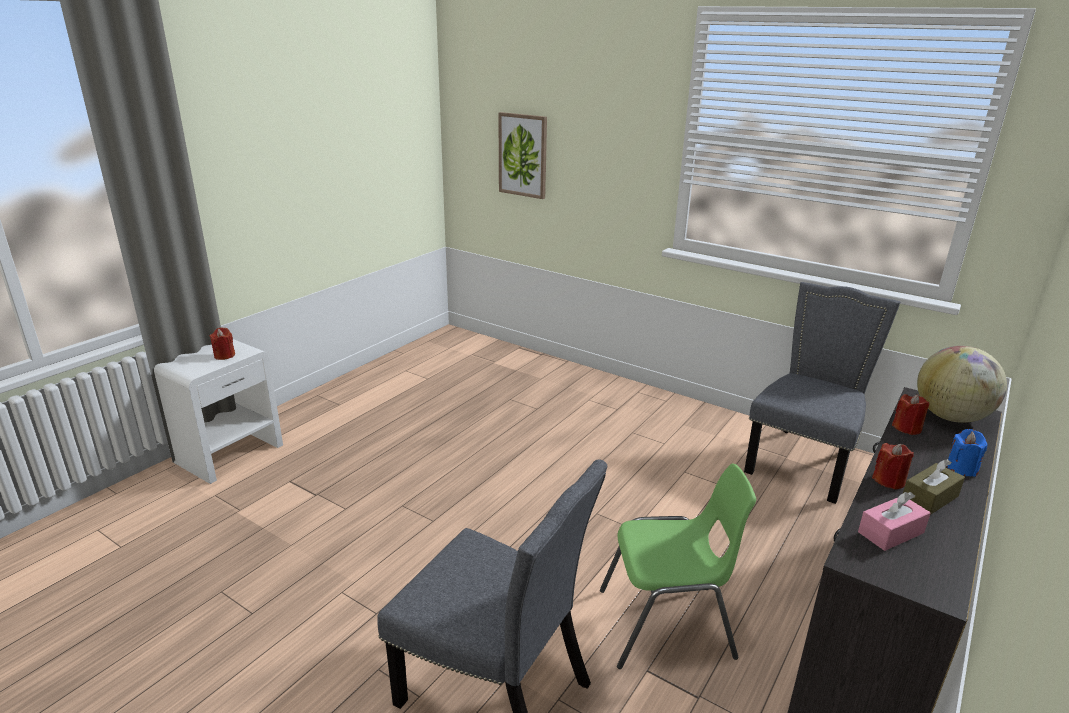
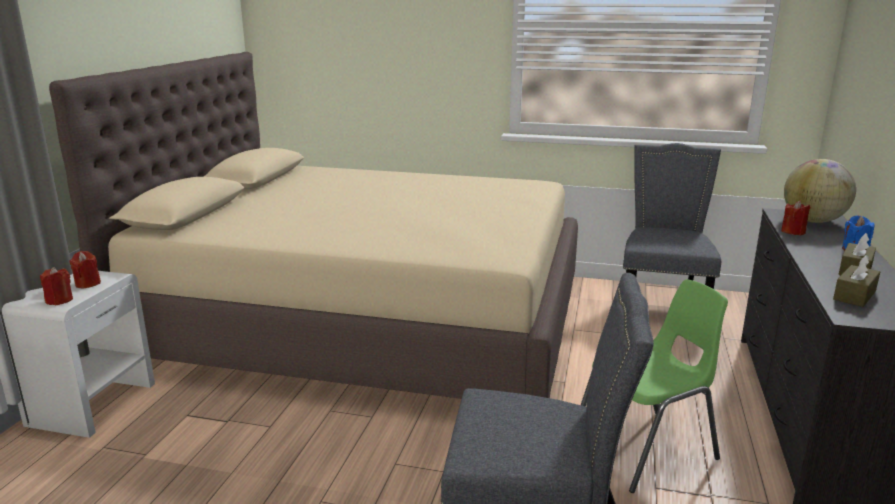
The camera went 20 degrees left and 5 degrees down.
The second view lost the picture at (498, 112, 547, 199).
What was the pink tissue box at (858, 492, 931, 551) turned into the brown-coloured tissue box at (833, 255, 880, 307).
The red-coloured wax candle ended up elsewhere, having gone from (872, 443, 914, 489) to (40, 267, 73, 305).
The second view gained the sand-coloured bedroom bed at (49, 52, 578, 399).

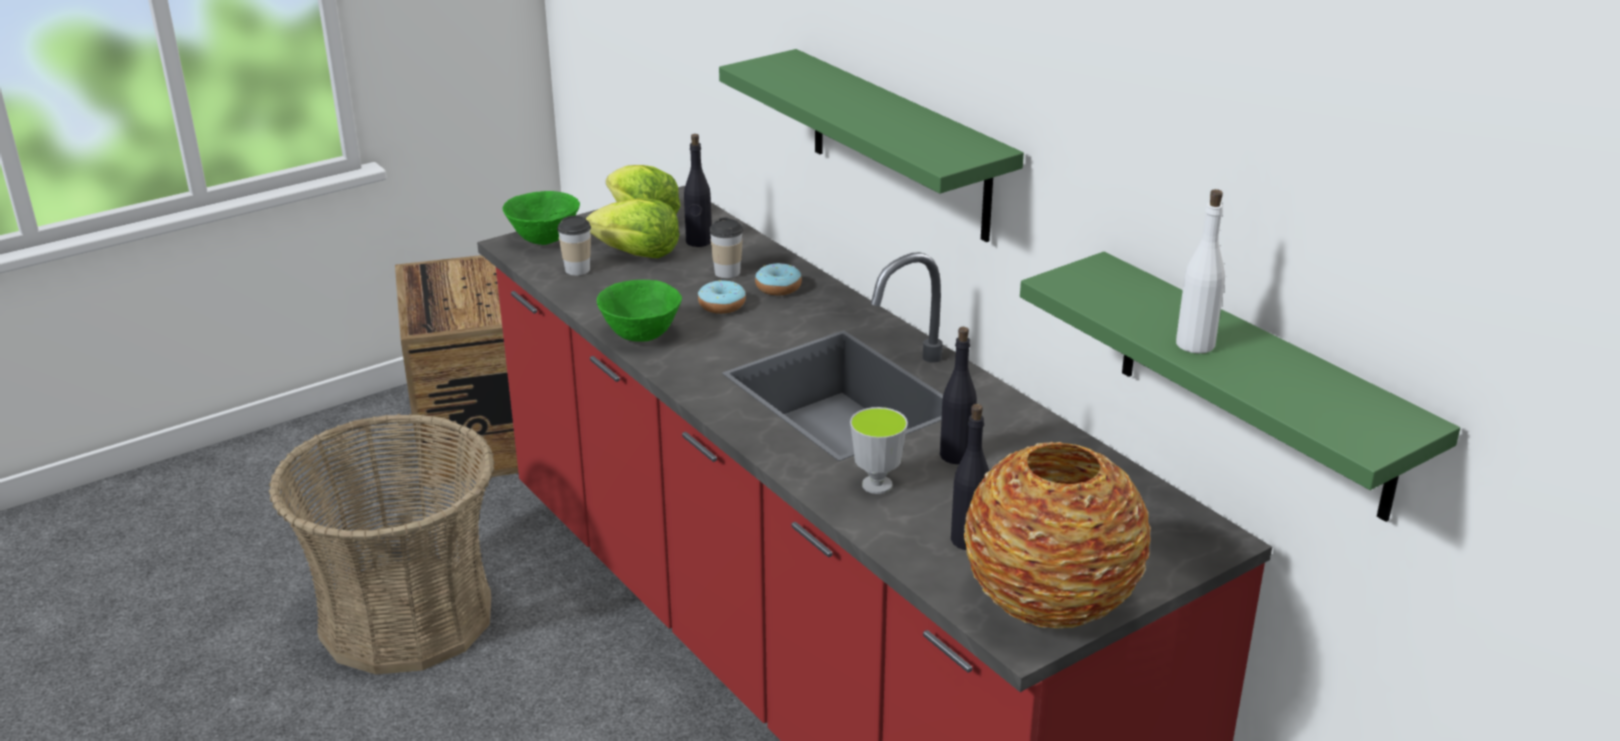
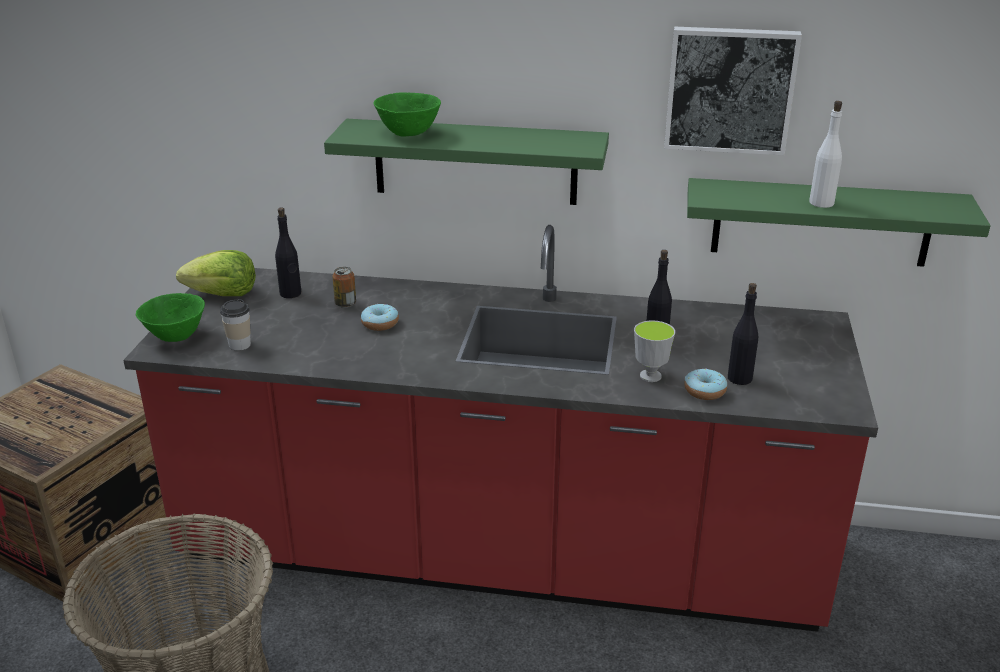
The camera went 45 degrees left and 0 degrees up.
The second view lost the head of lettuce at (586, 198, 679, 258).
The green-coloured bowl ended up elsewhere, having gone from (597, 280, 682, 342) to (373, 92, 441, 137).
Where the small cup stood at (709, 217, 743, 278), the sealed can came to stand at (332, 267, 356, 308).
The donut ended up elsewhere, having gone from (755, 263, 802, 296) to (684, 368, 727, 400).
The second view lost the flower vase at (964, 442, 1151, 628).
The second view gained the picture at (664, 27, 802, 155).

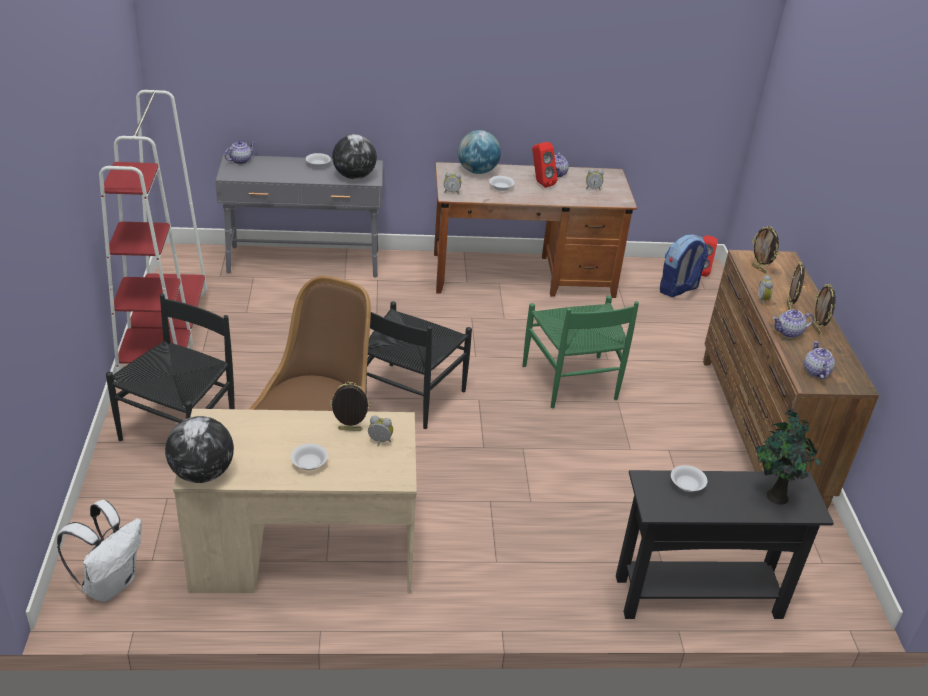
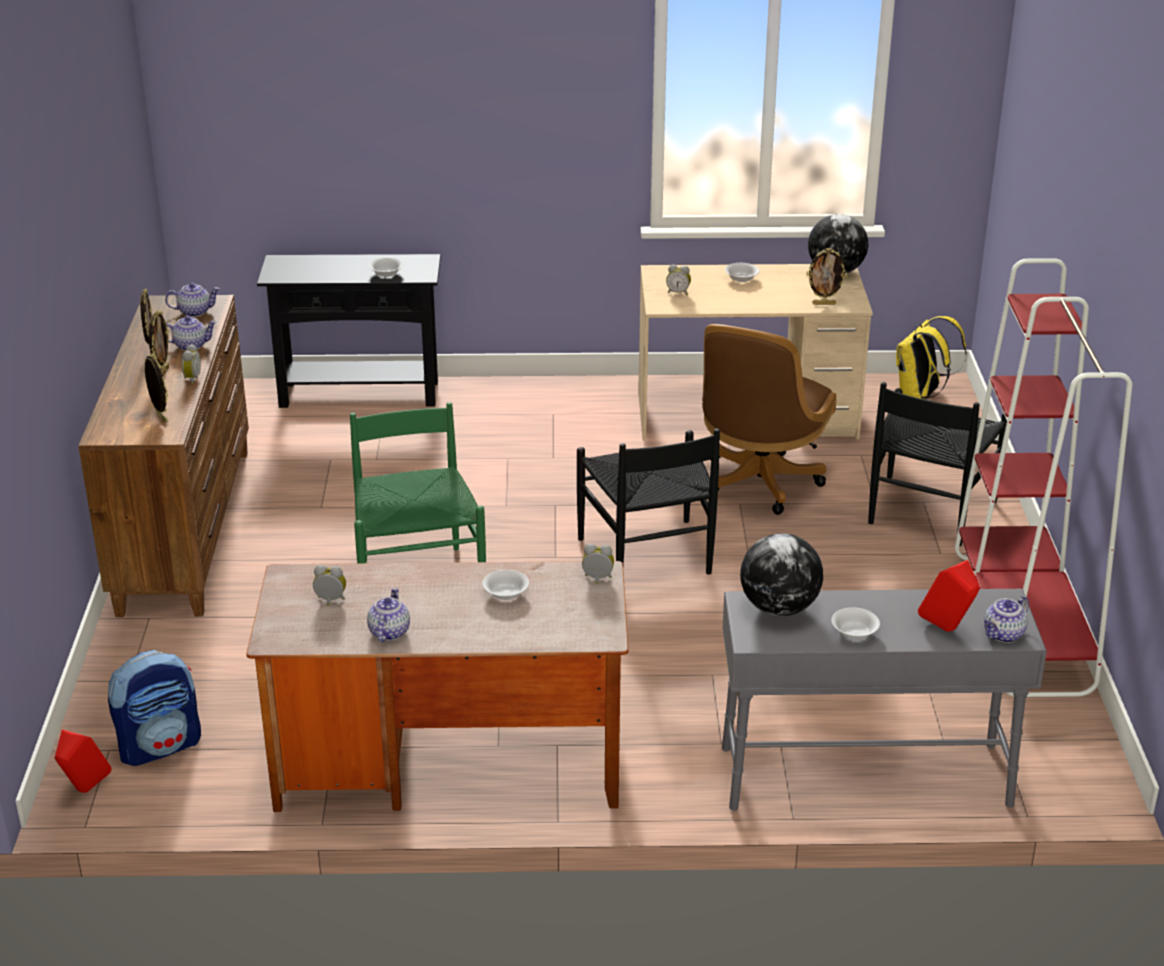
The camera went 175 degrees left and 5 degrees down.
What was the whitish backpack at (57, 500, 142, 602) turned into the yellowish backpack at (896, 316, 967, 400).
The picture frame ended up elsewhere, having gone from (330, 382, 371, 431) to (806, 248, 847, 305).
The blackish chair at (366, 301, 472, 429) ended up facing another way, 135 degrees clockwise from before.
The second view lost the desk globe at (458, 130, 501, 174).
The red-coloured speaker ended up elsewhere, having gone from (532, 142, 558, 188) to (918, 560, 980, 632).
The second view lost the plant in a pot at (756, 409, 823, 505).
The tea pot at (804, 341, 835, 379) ended up facing another way, 105 degrees counterclockwise from before.

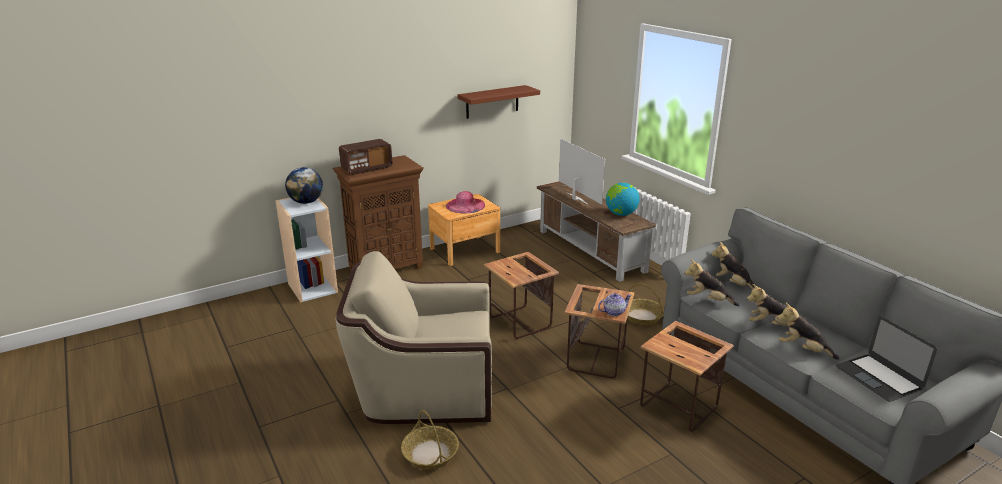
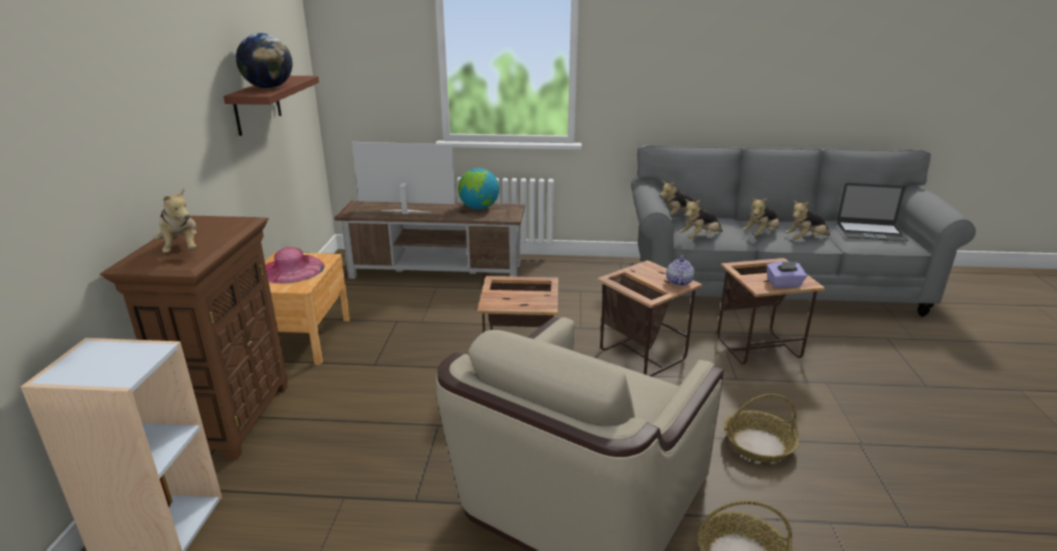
The camera went 55 degrees left and 0 degrees up.
The desk globe ended up elsewhere, having gone from (285, 167, 323, 204) to (236, 33, 293, 88).
Where the radio receiver stood at (339, 139, 392, 175), the soft toy came to stand at (153, 188, 197, 253).
The basket ended up elsewhere, having gone from (628, 284, 664, 325) to (724, 394, 799, 463).
The second view gained the purplish tissue box at (766, 262, 807, 288).

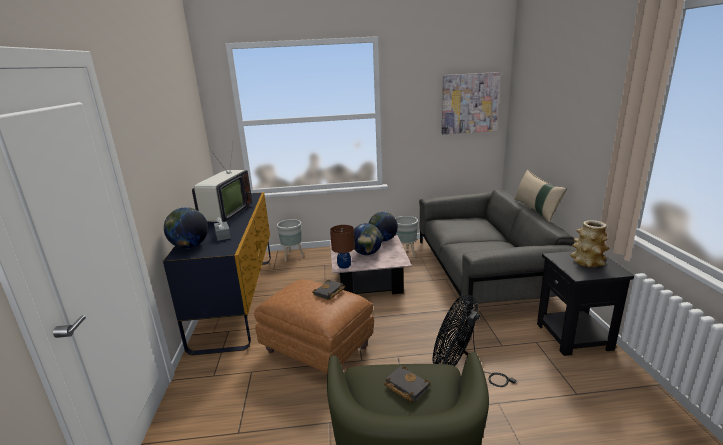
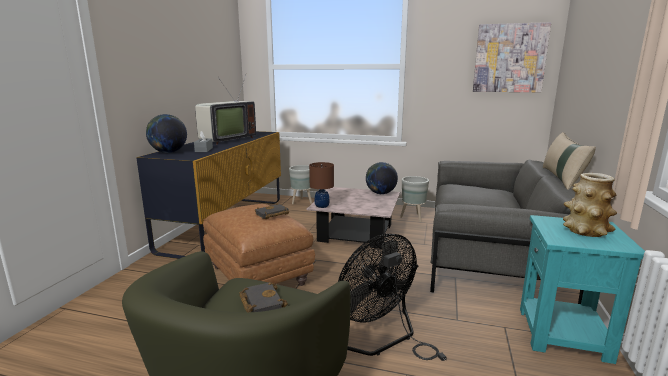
The camera went 20 degrees right and 5 degrees down.
The second view lost the desk globe at (354, 223, 382, 255).
What was the blackish end table at (537, 251, 634, 356) turned into the turquoise end table at (520, 215, 645, 364).

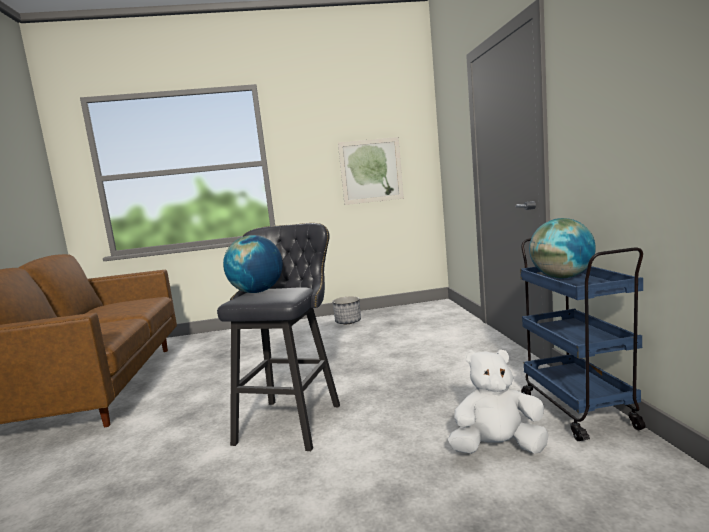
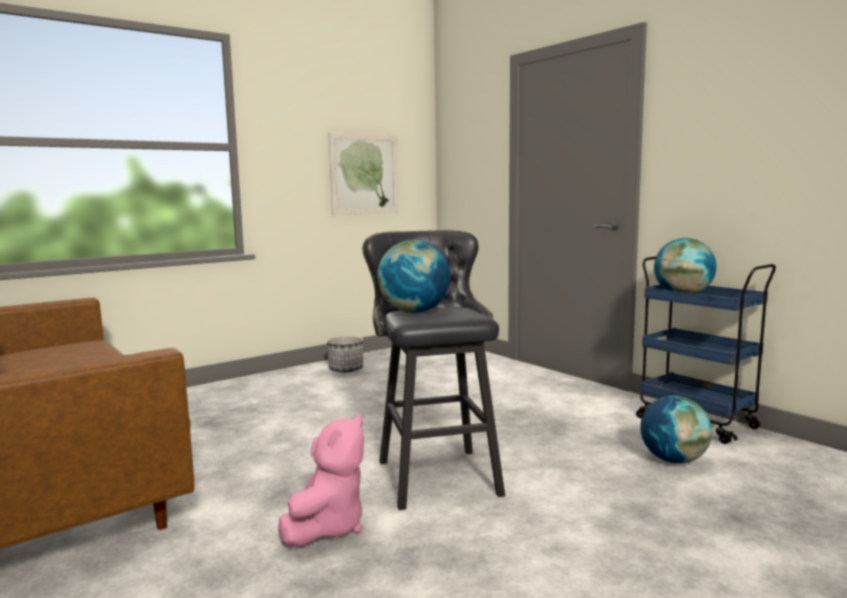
The camera went 30 degrees left and 0 degrees up.
Where the whitish soft toy stood at (448, 349, 549, 454), the desk globe came to stand at (640, 395, 712, 463).
The second view gained the pink soft toy at (278, 414, 364, 547).

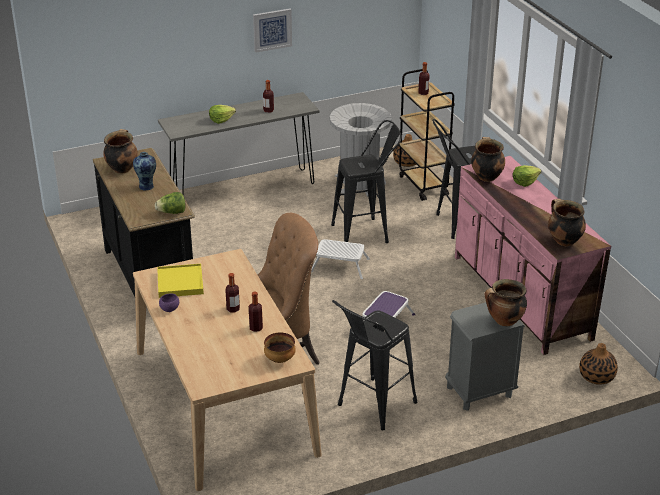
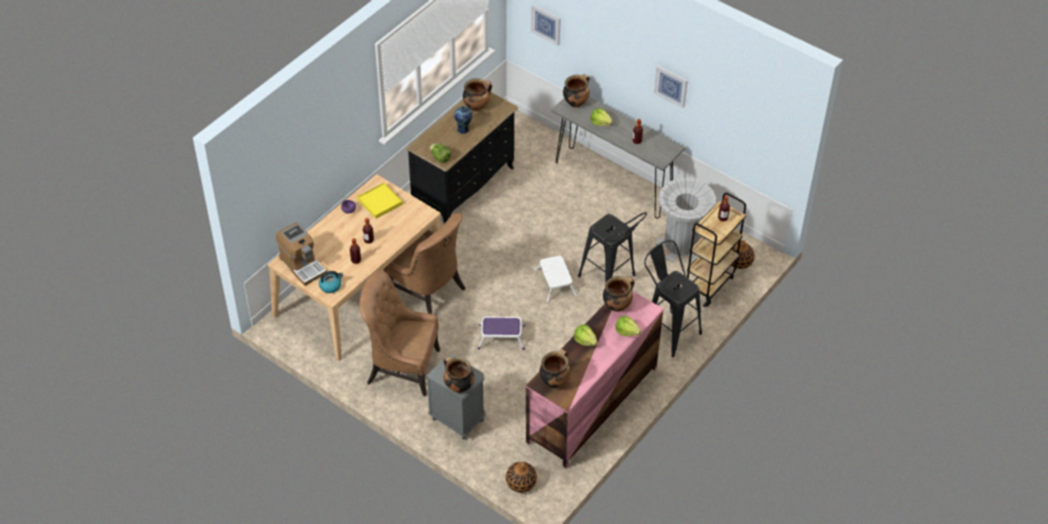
The camera went 60 degrees right and 15 degrees up.
Where the bowl stood at (264, 332, 296, 363), the tea kettle came to stand at (319, 271, 343, 293).
Where the blackish stool stood at (332, 300, 417, 430), the brown-coloured chair came to stand at (359, 270, 440, 396).
The second view gained the coffee brewer at (276, 222, 327, 286).
The second view gained the picture at (531, 4, 561, 46).
The second view gained the saucepot at (563, 74, 590, 108).
The second view gained the head of lettuce at (574, 325, 598, 346).

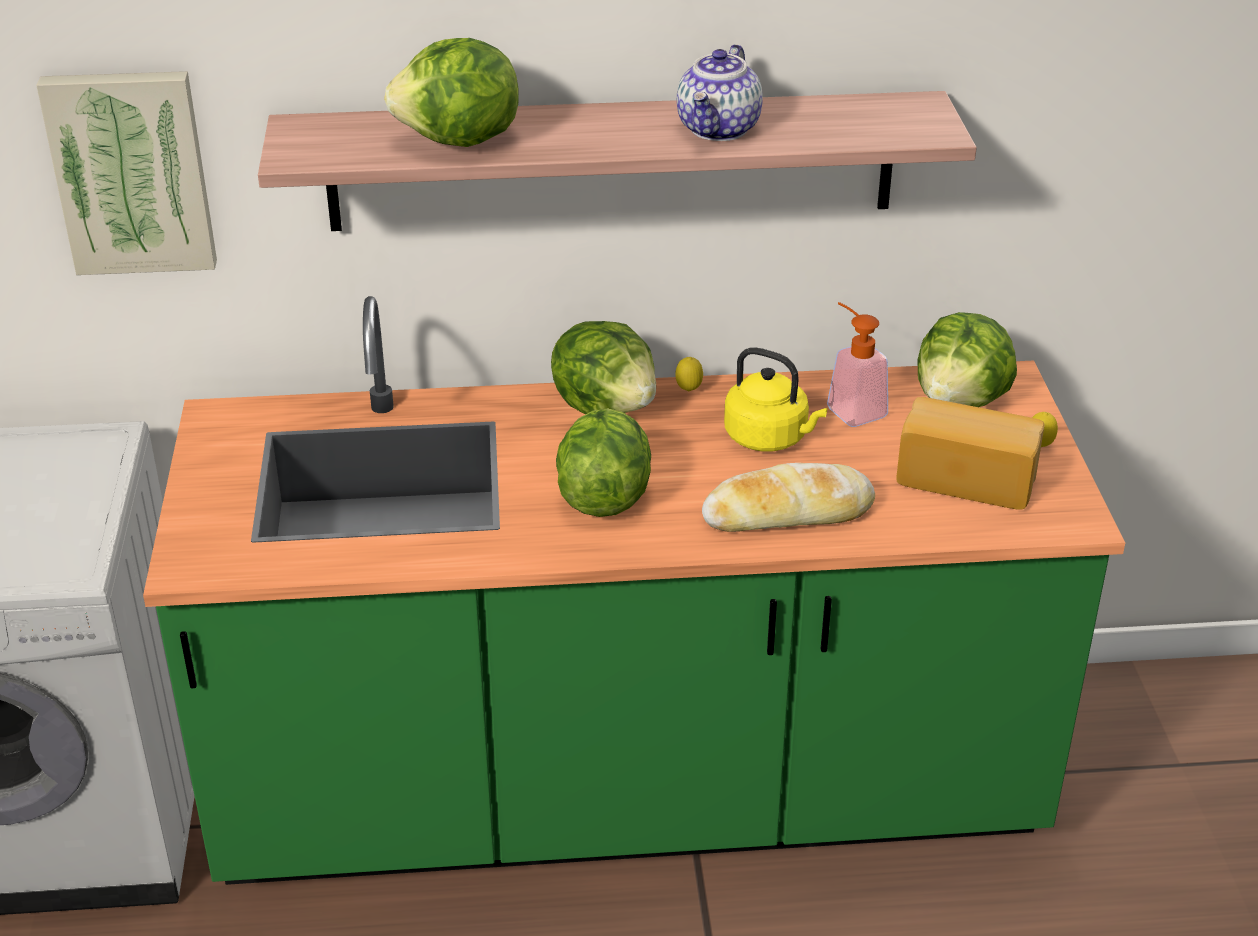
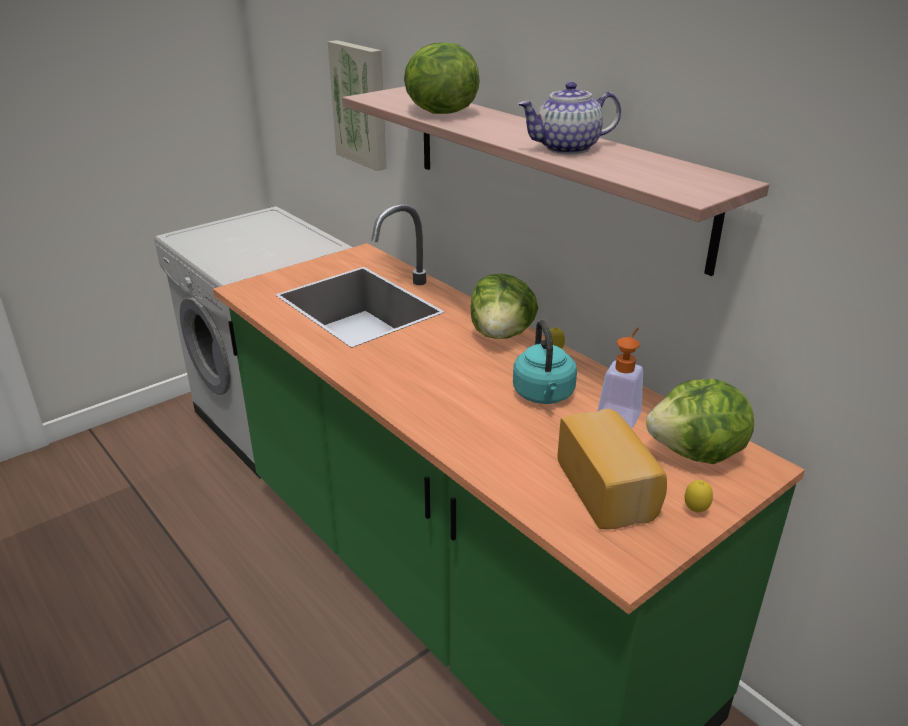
The camera went 55 degrees right and 5 degrees down.
The second view lost the head of lettuce at (556, 409, 651, 517).
The second view lost the bread at (702, 463, 875, 532).
What was the yellowish tea kettle at (724, 347, 827, 452) turned into the turquoise tea kettle at (513, 320, 577, 404).

